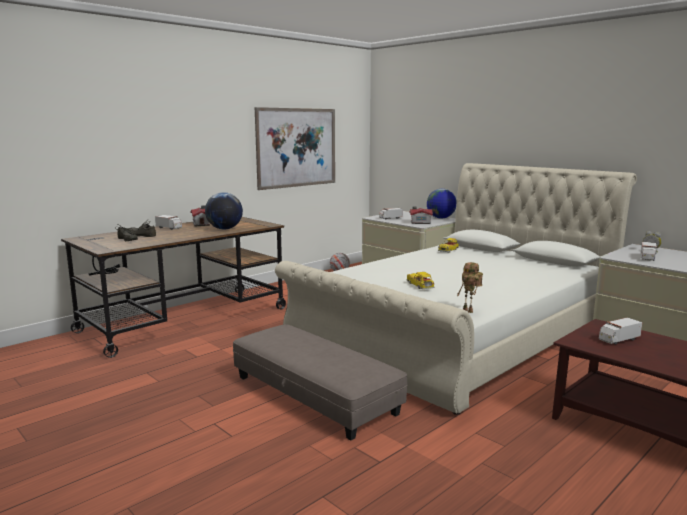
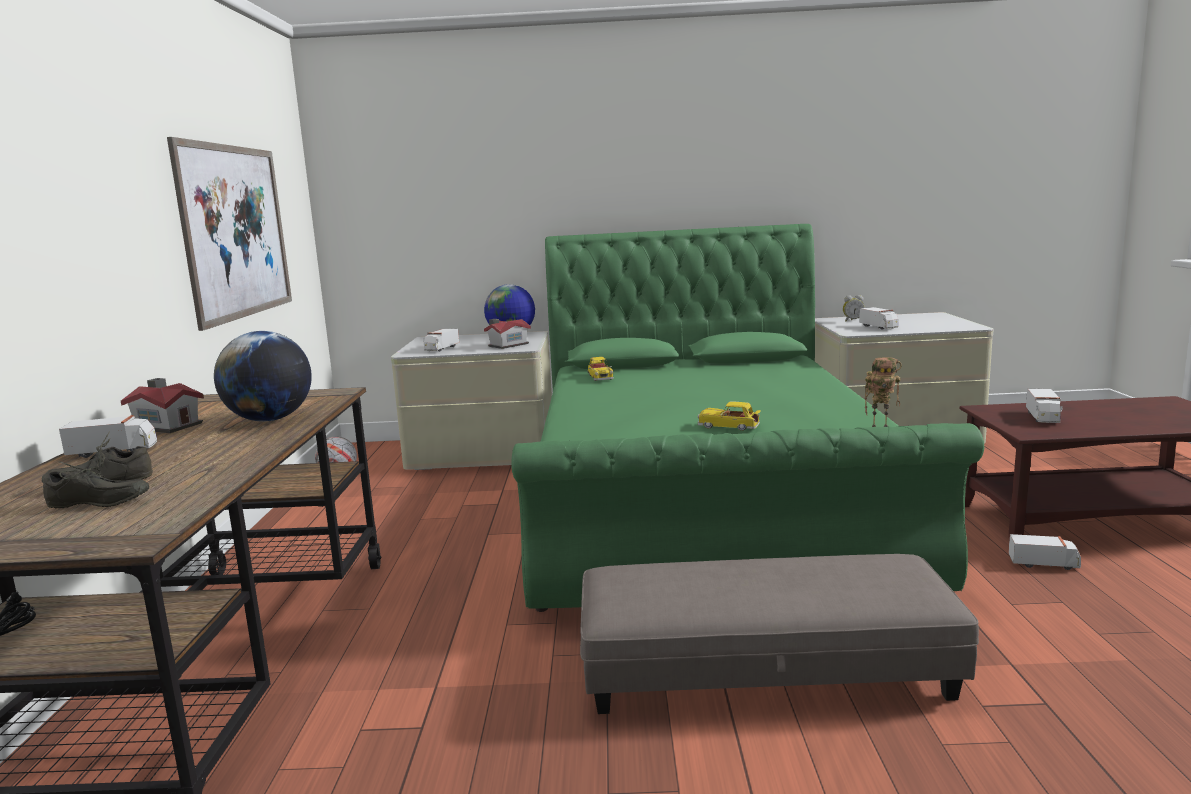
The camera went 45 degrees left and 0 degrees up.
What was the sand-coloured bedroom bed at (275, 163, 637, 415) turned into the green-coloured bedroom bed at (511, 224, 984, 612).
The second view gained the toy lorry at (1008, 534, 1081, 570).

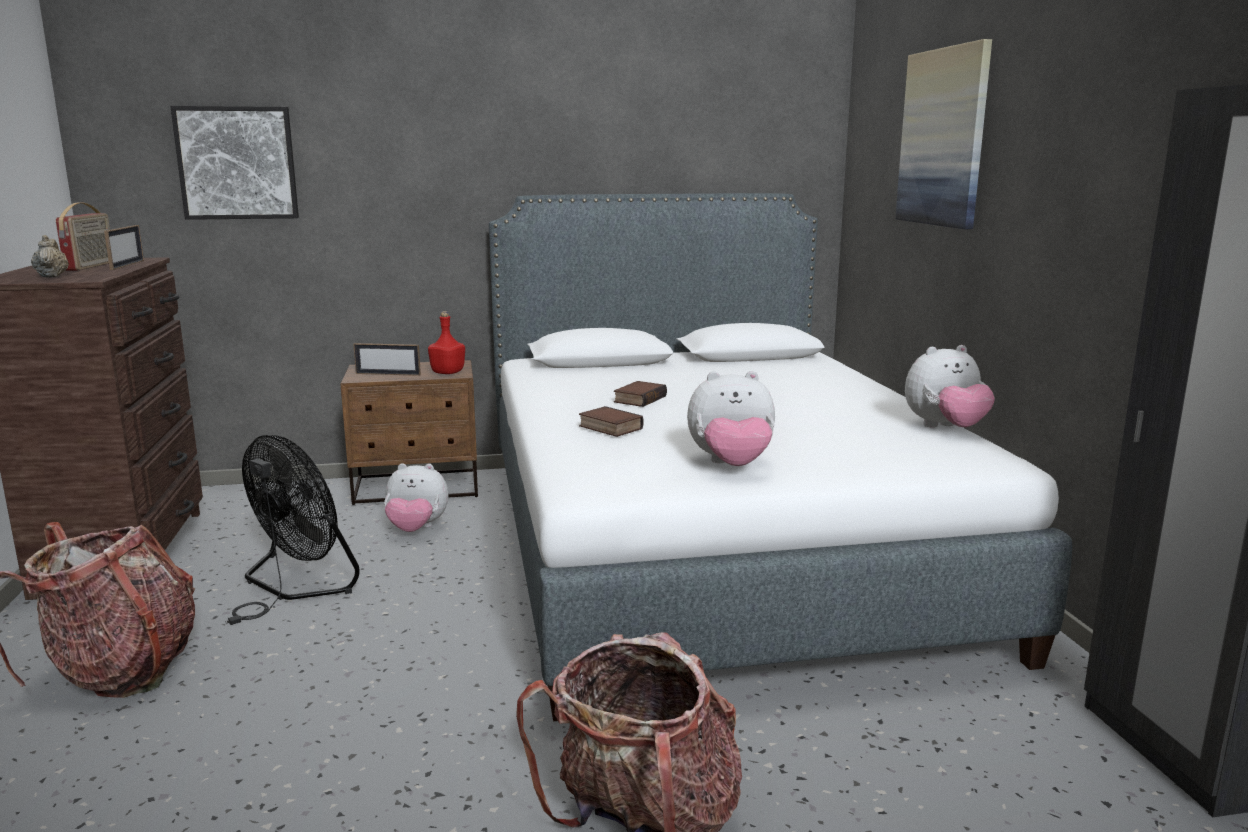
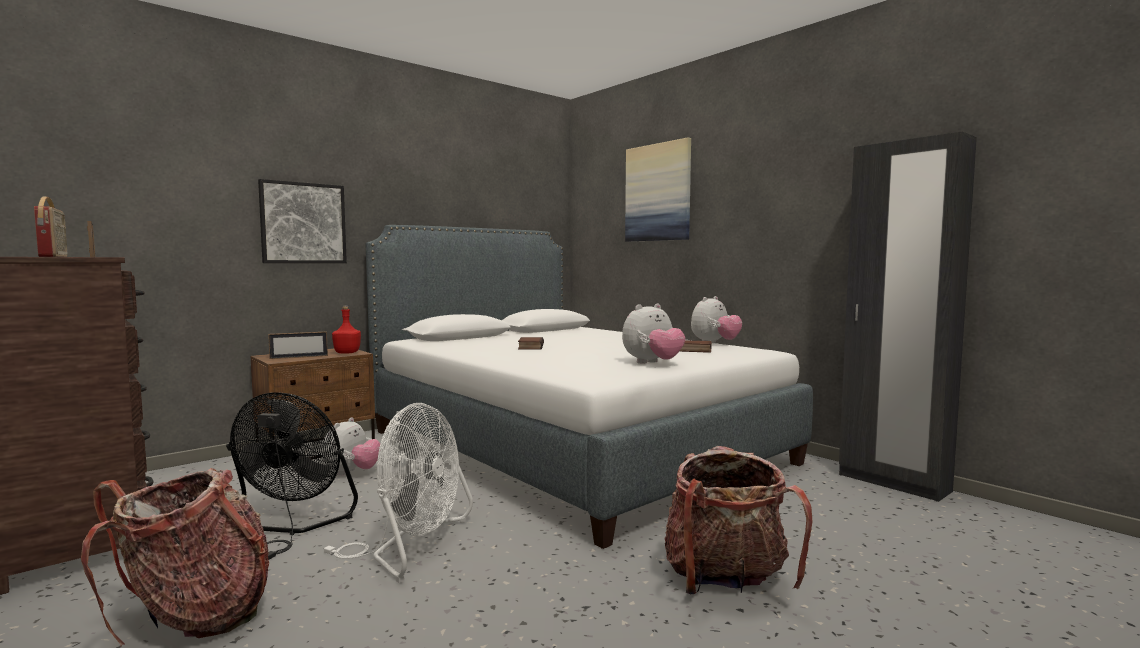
The camera went 30 degrees left and 10 degrees down.
The second view lost the sand-coloured tea pot at (31, 235, 69, 277).
The picture ended up elsewhere, having gone from (170, 106, 299, 220) to (258, 179, 347, 263).
The soft toy at (384, 463, 449, 532) ended up facing another way, 45 degrees counterclockwise from before.
The book ended up elsewhere, having gone from (579, 406, 644, 437) to (679, 340, 712, 353).
The second view gained the whitish fan at (324, 403, 473, 583).

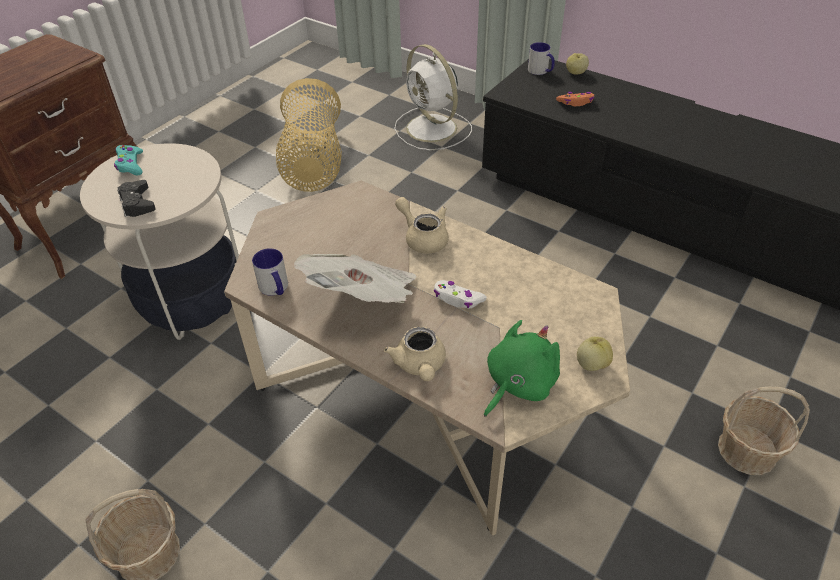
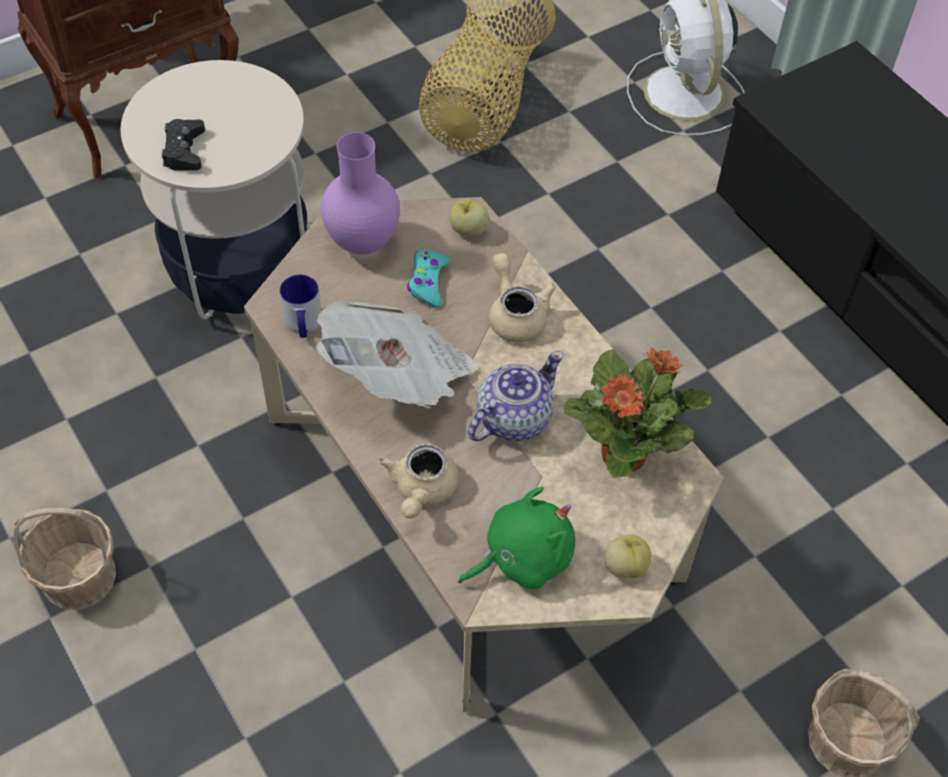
The camera went 20 degrees right and 10 degrees up.
The turquoise joypad ended up elsewhere, having gone from (114, 145, 143, 176) to (407, 249, 450, 308).
Where the whitish joypad stood at (434, 280, 487, 308), the tea pot came to stand at (468, 351, 564, 441).
The second view lost the tea mug at (528, 42, 555, 75).
The second view lost the orangey joypad at (556, 92, 594, 106).
The apple fruit ended up elsewhere, having gone from (566, 53, 589, 75) to (450, 199, 489, 237).
The second view gained the purplish flower vase at (321, 132, 400, 254).
The second view gained the plant in a pot at (564, 348, 711, 478).

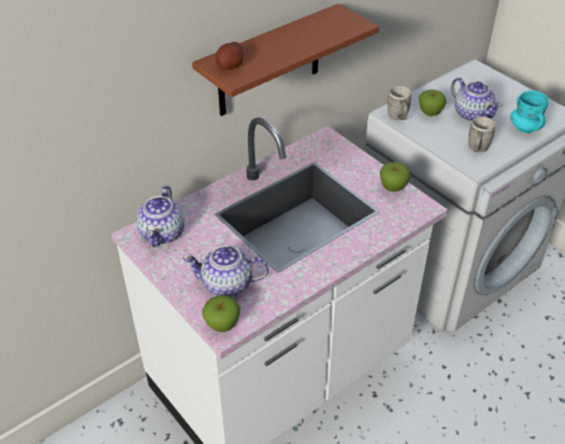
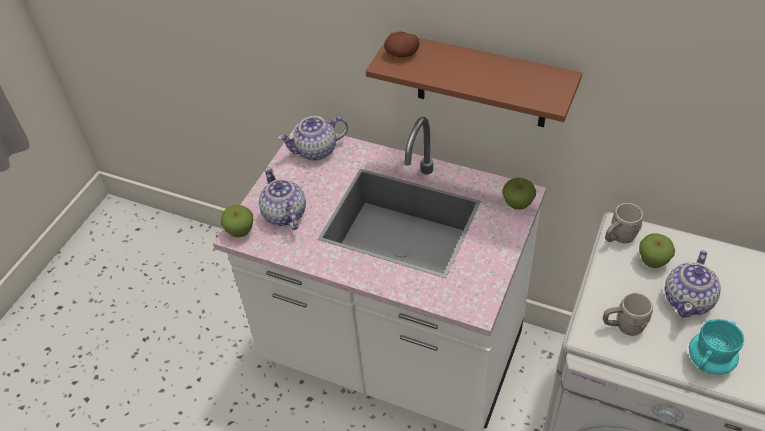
The camera went 65 degrees right and 5 degrees up.
The apple fruit ended up elsewhere, having gone from (380, 162, 411, 192) to (502, 178, 536, 210).

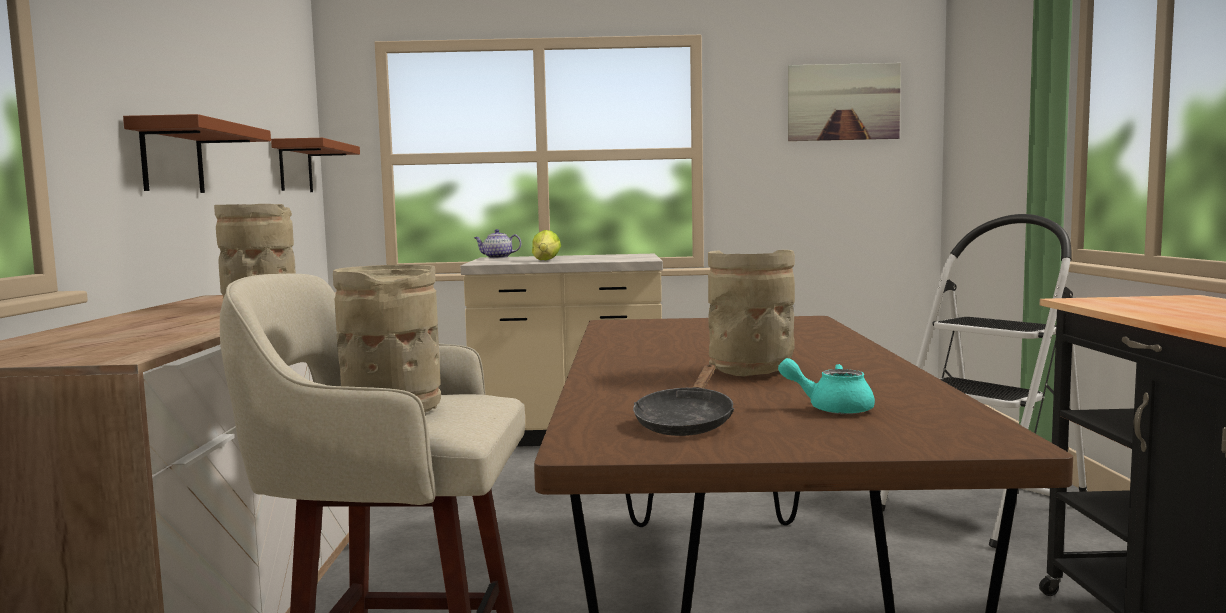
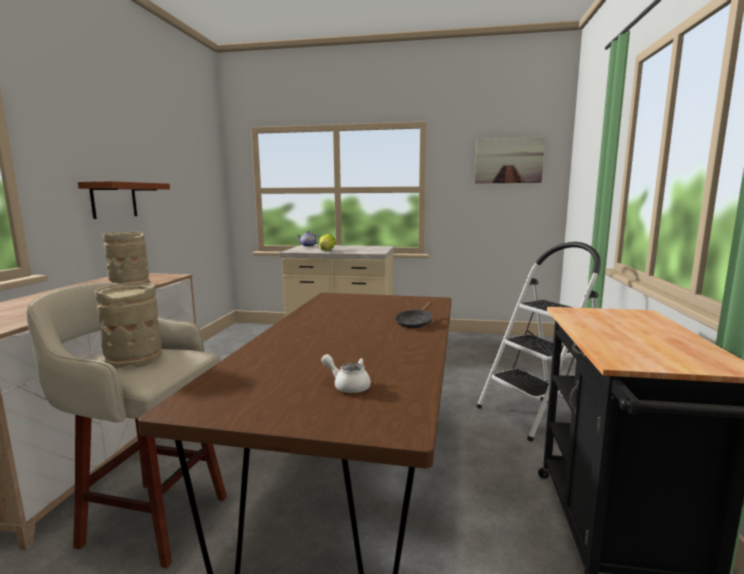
The camera went 10 degrees right and 5 degrees up.
The second view lost the brown-coloured wall shelf at (271, 138, 360, 192).
The blackish frying pan ended up elsewhere, having gone from (633, 364, 734, 436) to (395, 301, 433, 328).
The second view lost the sand-coloured flower vase at (708, 250, 795, 377).
What was the turquoise tea pot at (778, 358, 875, 414) turned into the whitish tea pot at (321, 354, 371, 393).

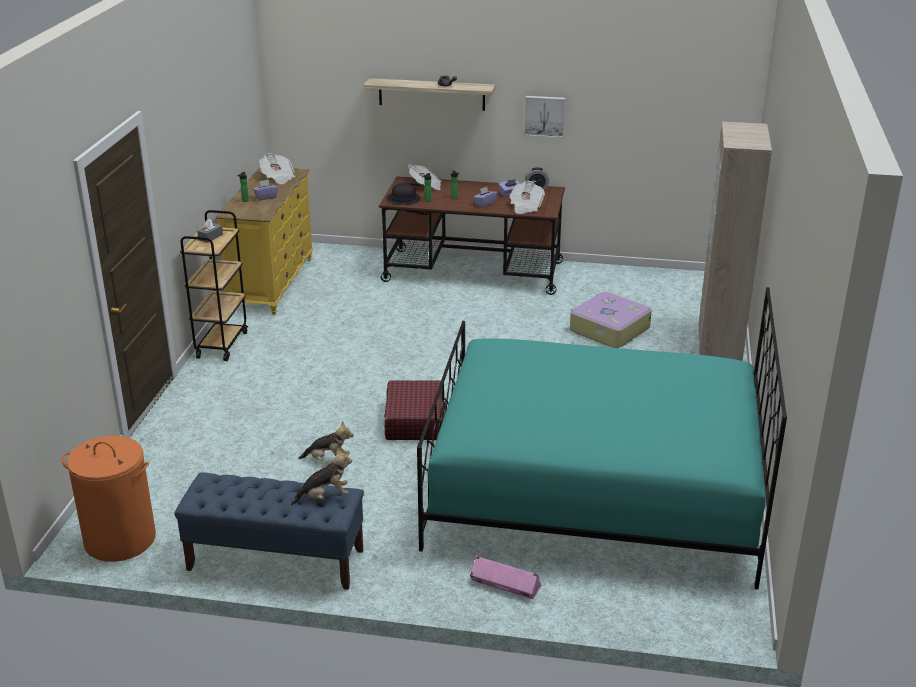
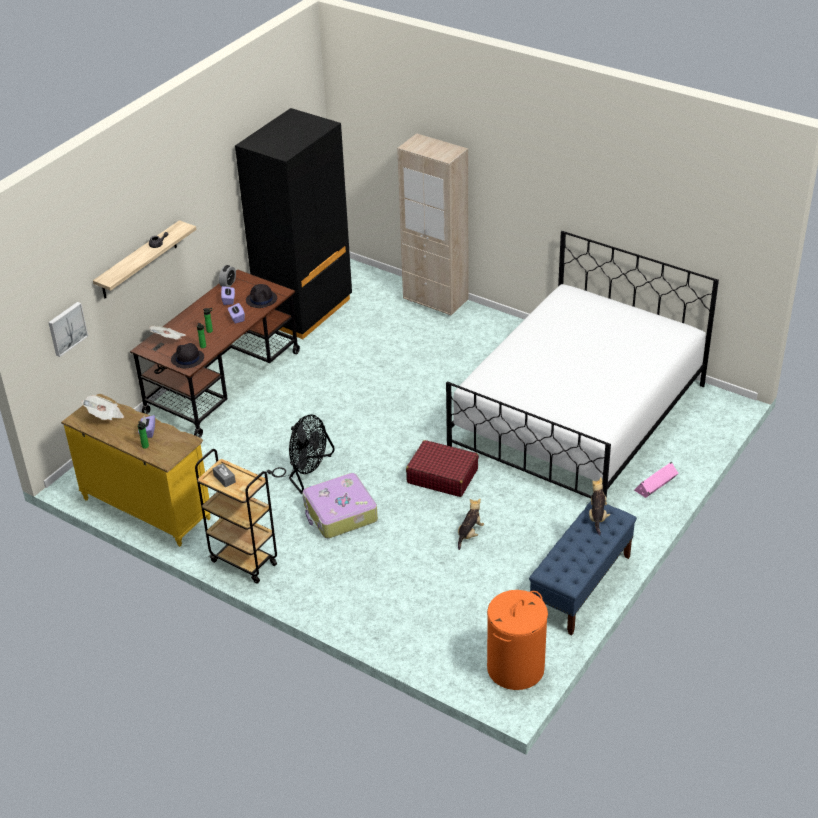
The camera went 65 degrees left and 10 degrees up.
What was the turquoise bedroom bed at (417, 287, 787, 589) turned into the whitish bedroom bed at (446, 231, 719, 498).
Where the printed paper stood at (509, 181, 545, 214), the blackish clothing hat came to stand at (246, 284, 277, 308).
The picture ended up elsewhere, having gone from (524, 96, 566, 138) to (48, 302, 88, 357).
The suitcase ended up elsewhere, having gone from (570, 292, 652, 348) to (302, 473, 378, 538).
The second view gained the blackish wardrobe at (235, 108, 352, 340).
The second view gained the blackish fan at (266, 414, 335, 494).

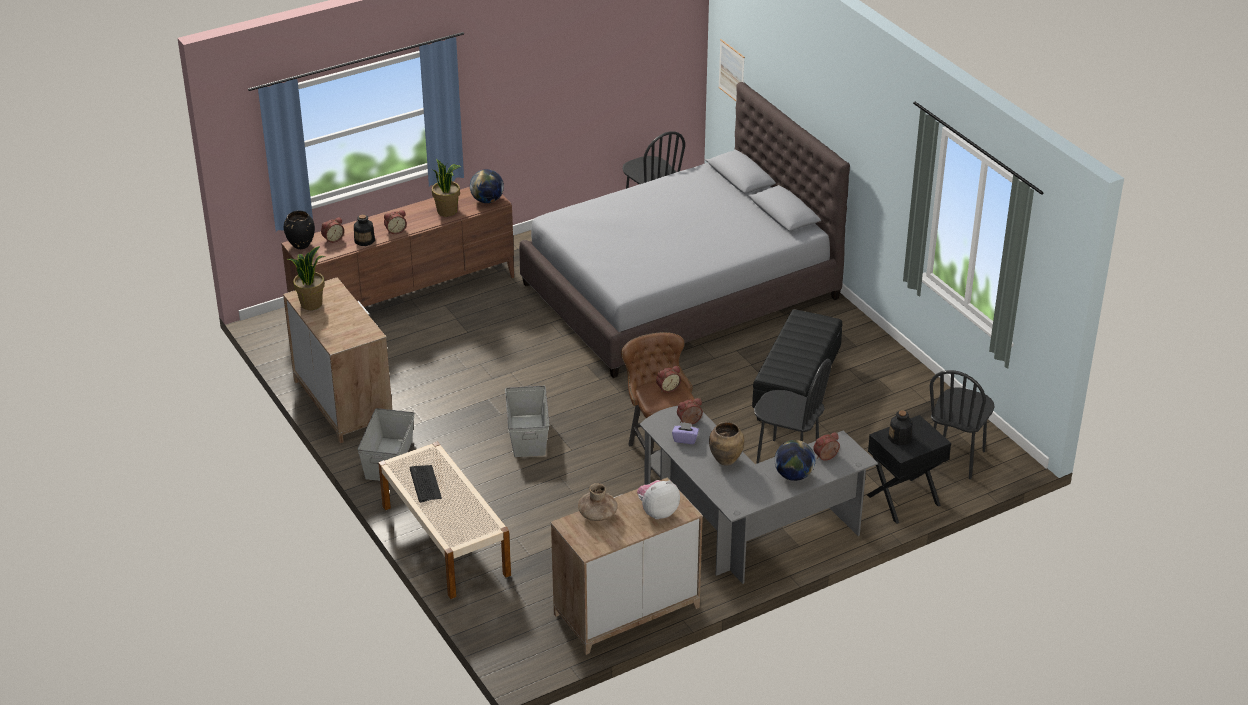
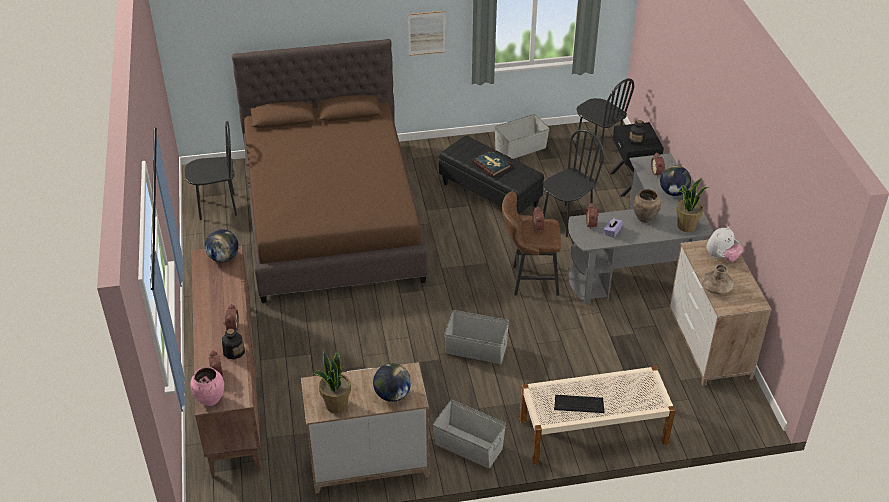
The camera went 70 degrees left and 5 degrees up.
What was the blackish flower vase at (284, 211, 315, 249) turned into the pink flower vase at (190, 367, 224, 406).
The plant in a pot ended up elsewhere, having gone from (432, 159, 461, 217) to (676, 178, 709, 232).
What was the gray bedroom bed at (519, 82, 850, 378) turned into the brown-coloured bedroom bed at (232, 39, 428, 303).
The soft toy at (637, 480, 680, 519) ended up facing another way, 120 degrees counterclockwise from before.
The picture ended up elsewhere, having gone from (718, 39, 745, 101) to (408, 11, 446, 56).
The second view gained the desk globe at (373, 363, 411, 402).
The second view gained the book at (472, 150, 511, 177).
The second view gained the gray storage box at (494, 114, 550, 159).

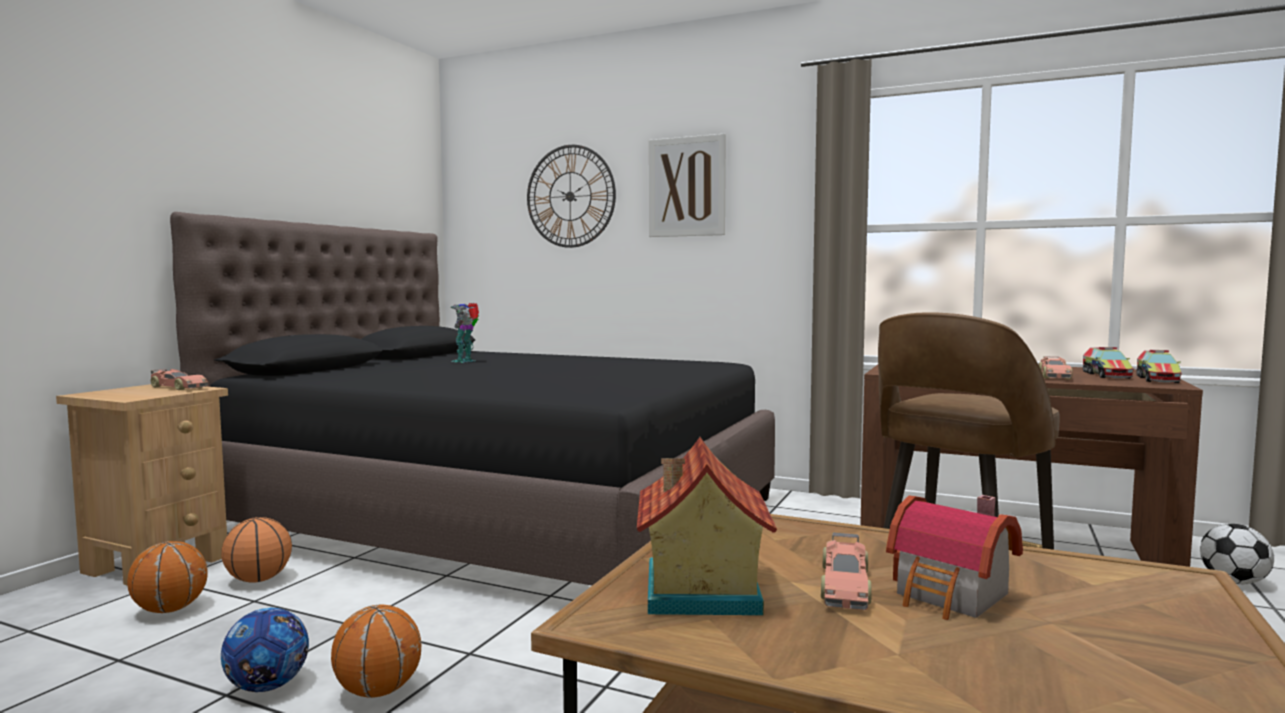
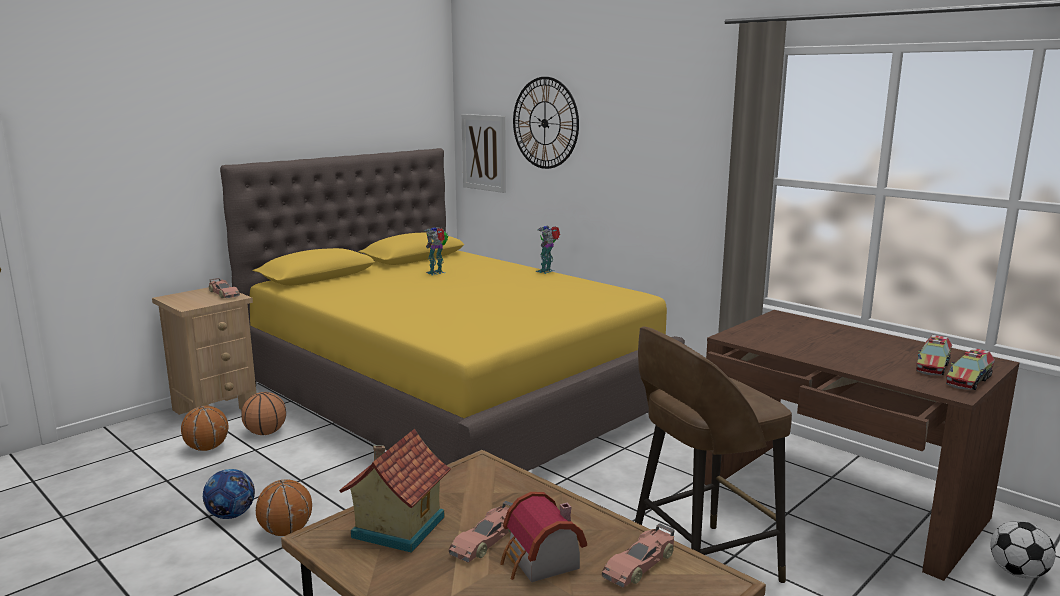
The camera went 20 degrees right and 10 degrees up.
What was the blackish bedroom bed at (170, 212, 775, 585) turned into the yellowish bedroom bed at (220, 148, 685, 471).
The picture ended up elsewhere, having gone from (649, 134, 726, 237) to (462, 114, 506, 193).
The toy car ended up elsewhere, having gone from (1039, 356, 1073, 380) to (602, 523, 675, 588).
The second view gained the model robot at (535, 225, 560, 274).

